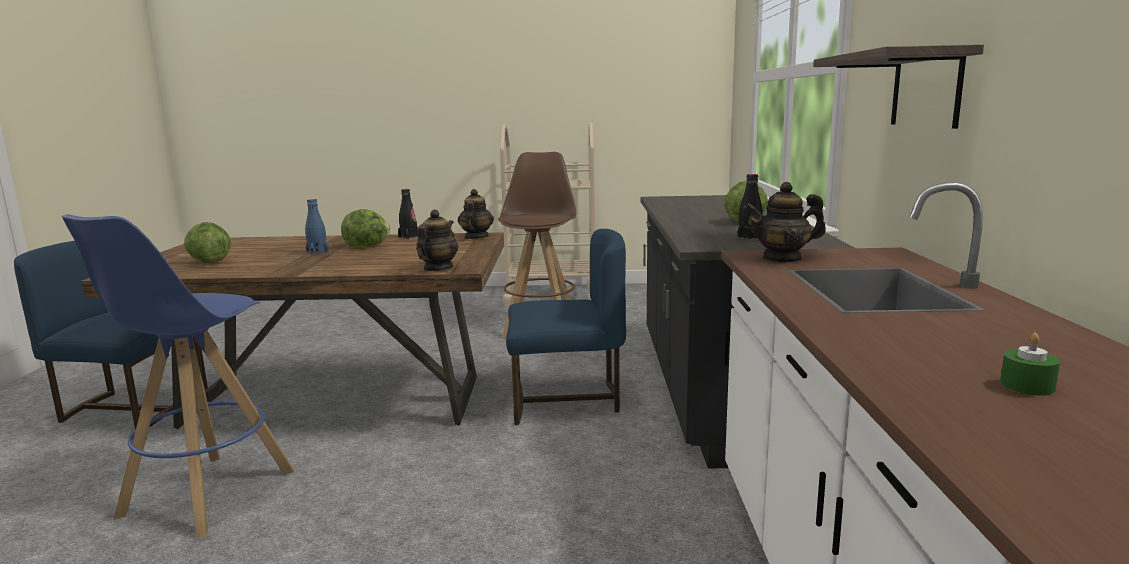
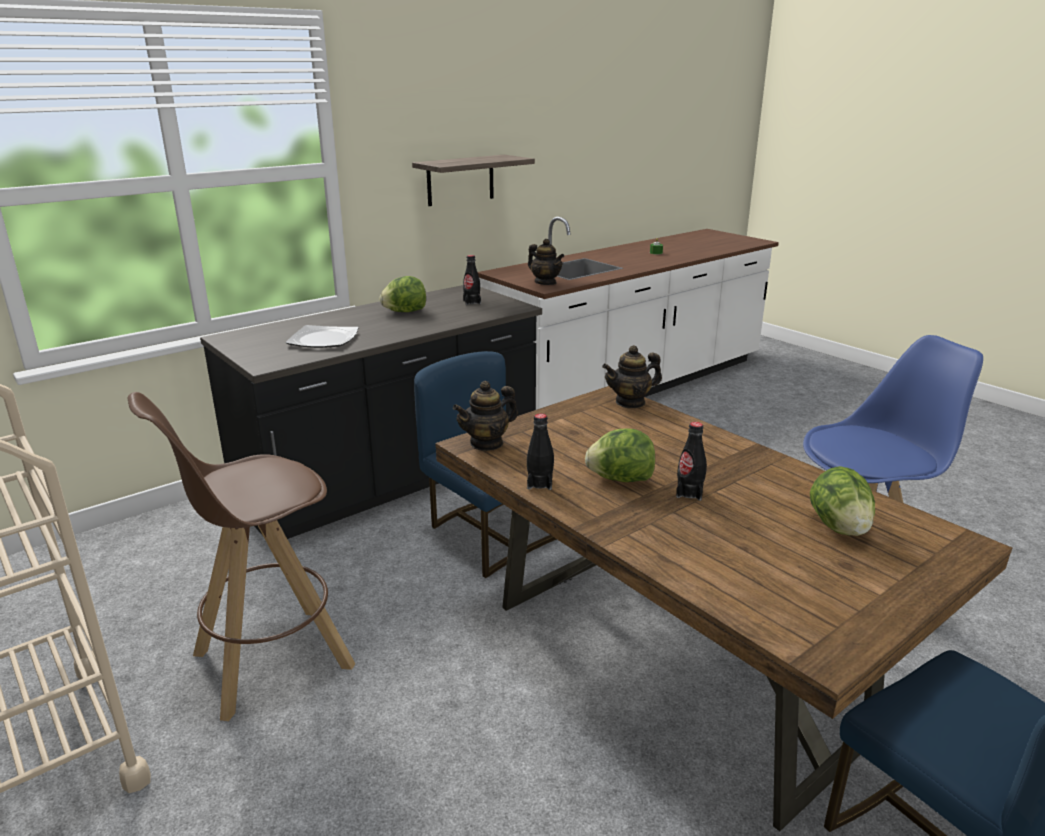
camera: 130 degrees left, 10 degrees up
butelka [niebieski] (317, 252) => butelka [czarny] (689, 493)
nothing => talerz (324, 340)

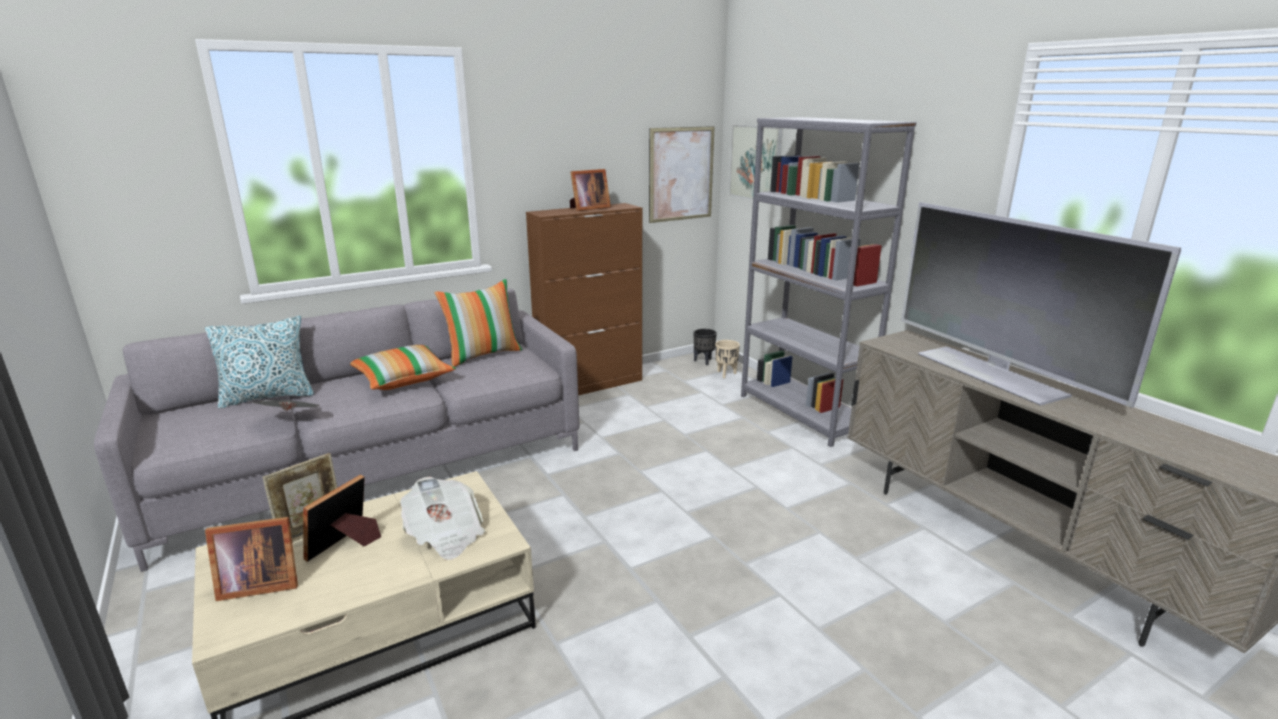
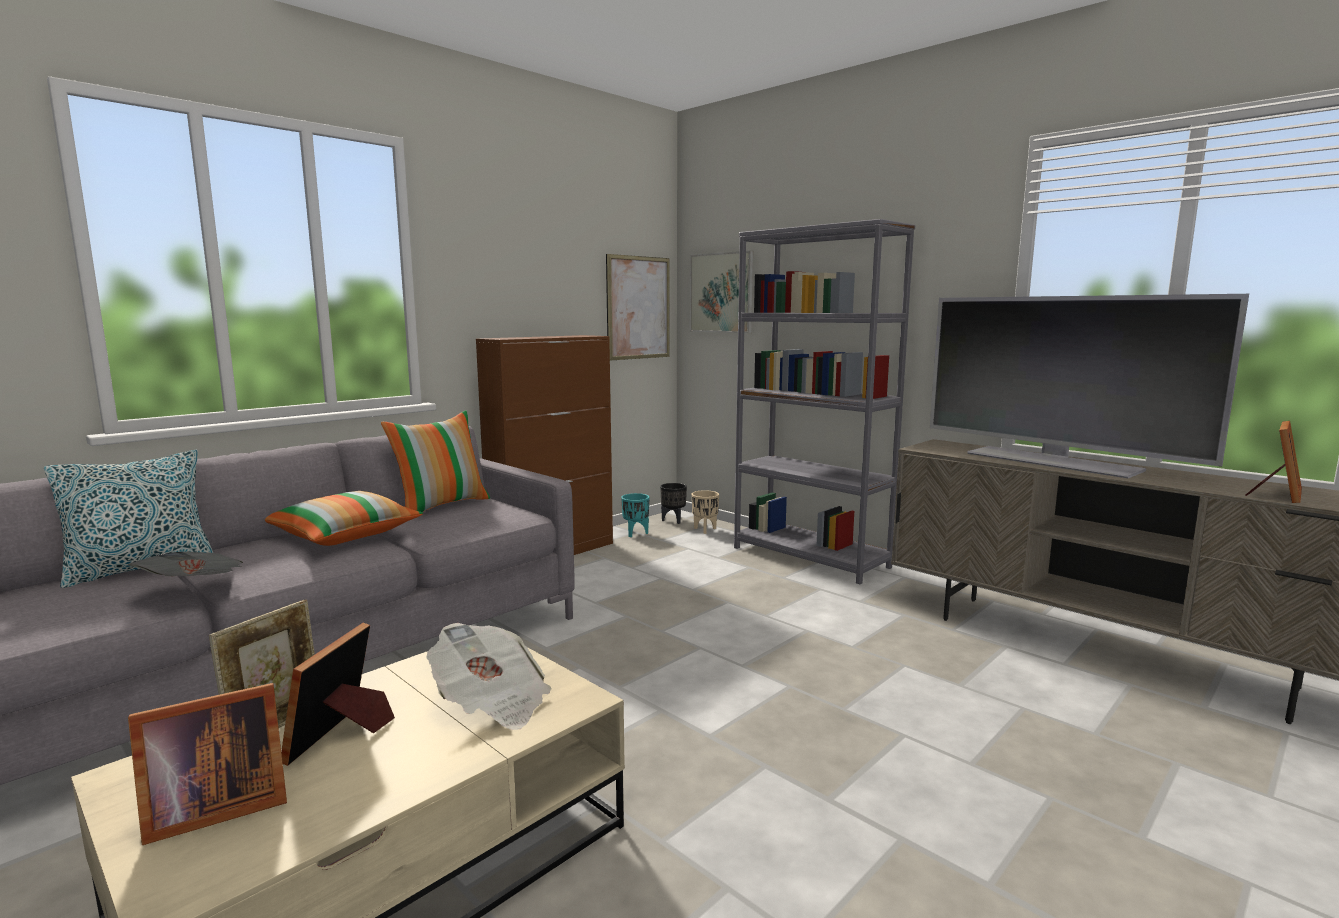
camera: 15 degrees left, 10 degrees down
ramka na zdjęcie (588, 208) => ramka na zdjęcie (1276, 494), moved
nothing => donica [turkusowy] (636, 533)

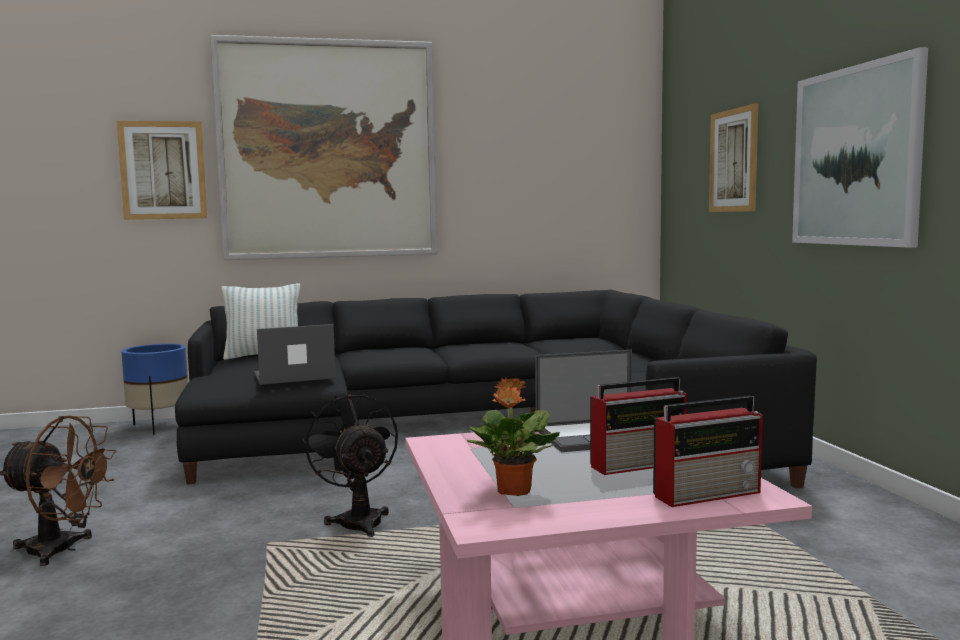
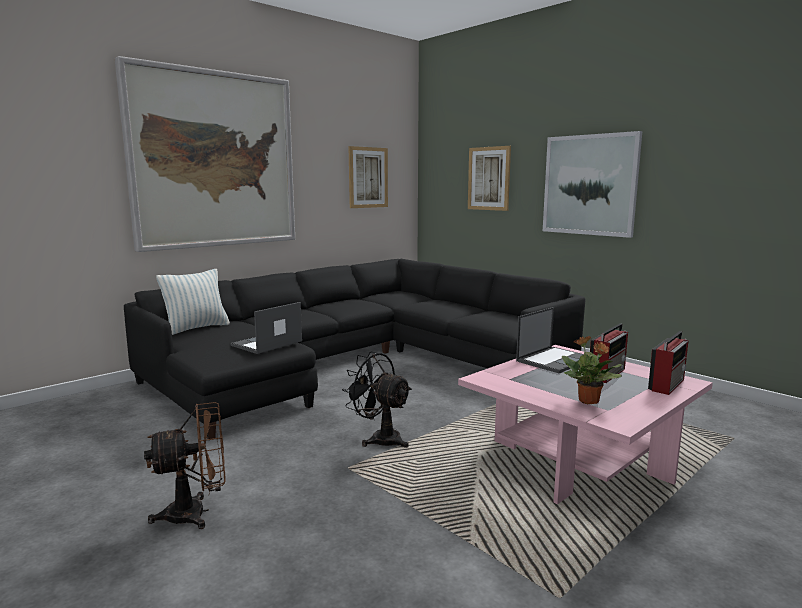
camera: 30 degrees left, 5 degrees up
obraz (163, 170) => obraz (368, 177), moved
donica [niebieski] (159, 427) => nothing

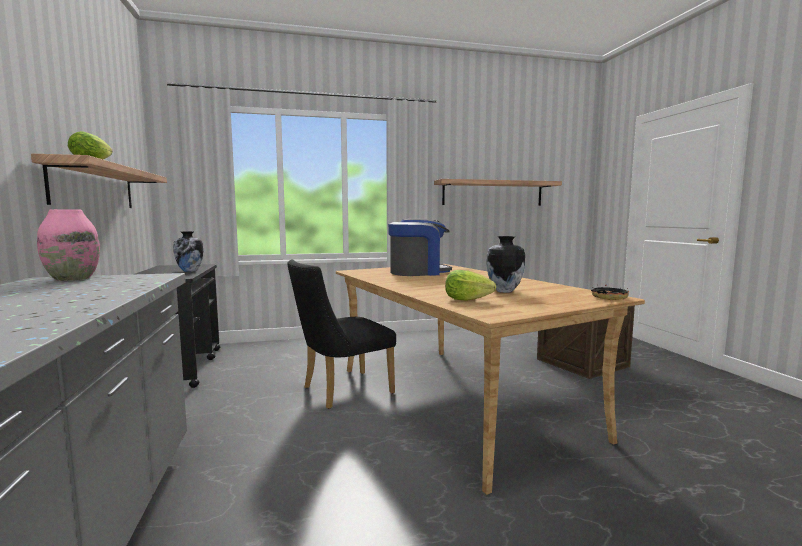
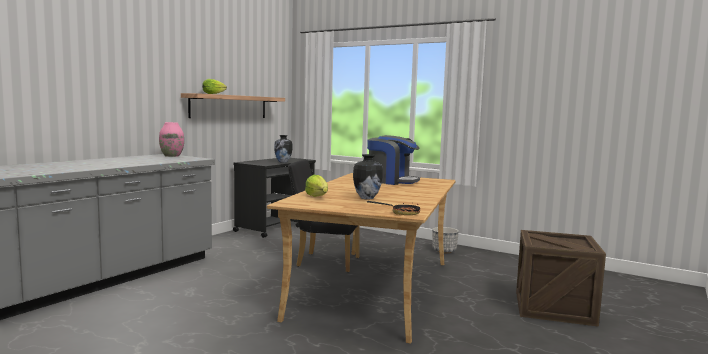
camera: 45 degrees right, 0 degrees up
półka (492, 193) => nothing
nothing => donica (444, 251)

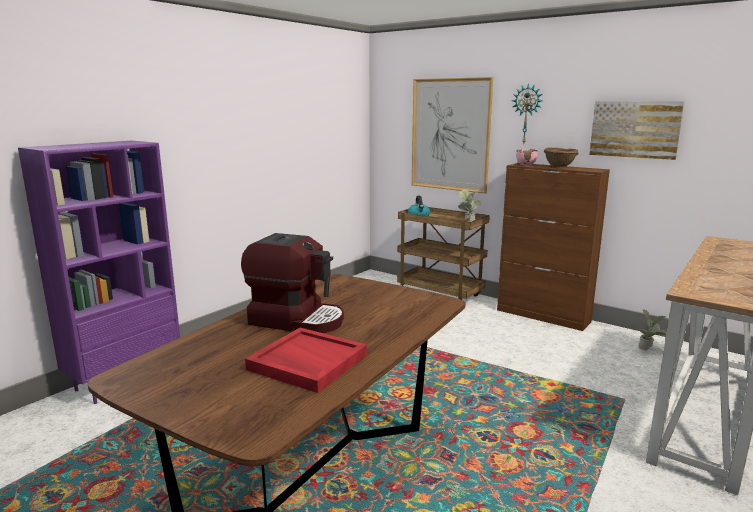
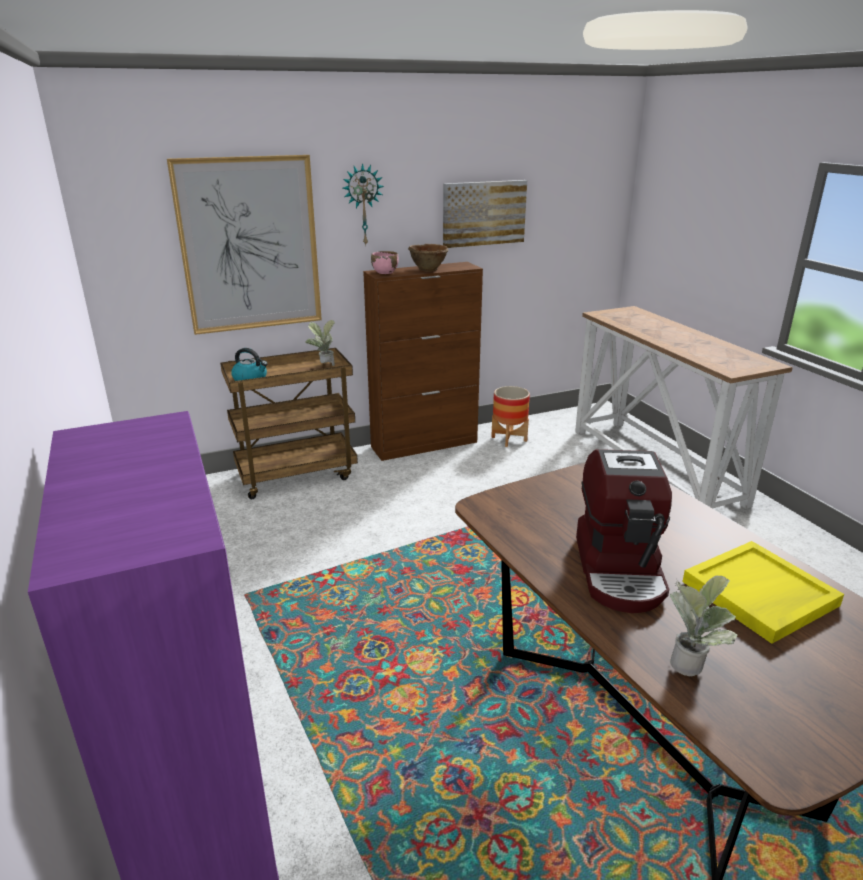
camera: 60 degrees left, 10 degrees up
ekspres do kawy (297, 319) => ekspres do kawy (620, 570), 135 degrees clockwise
roślina doniczkowa (648, 349) => roślina doniczkowa (692, 662), moved
taca [czerwony] (306, 362) => taca [żółty] (759, 594)
nothing => donica (509, 439)

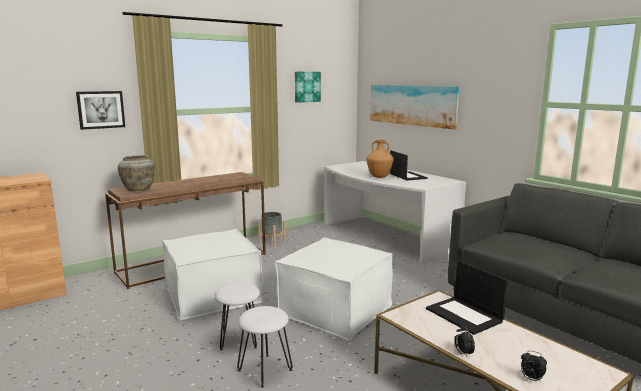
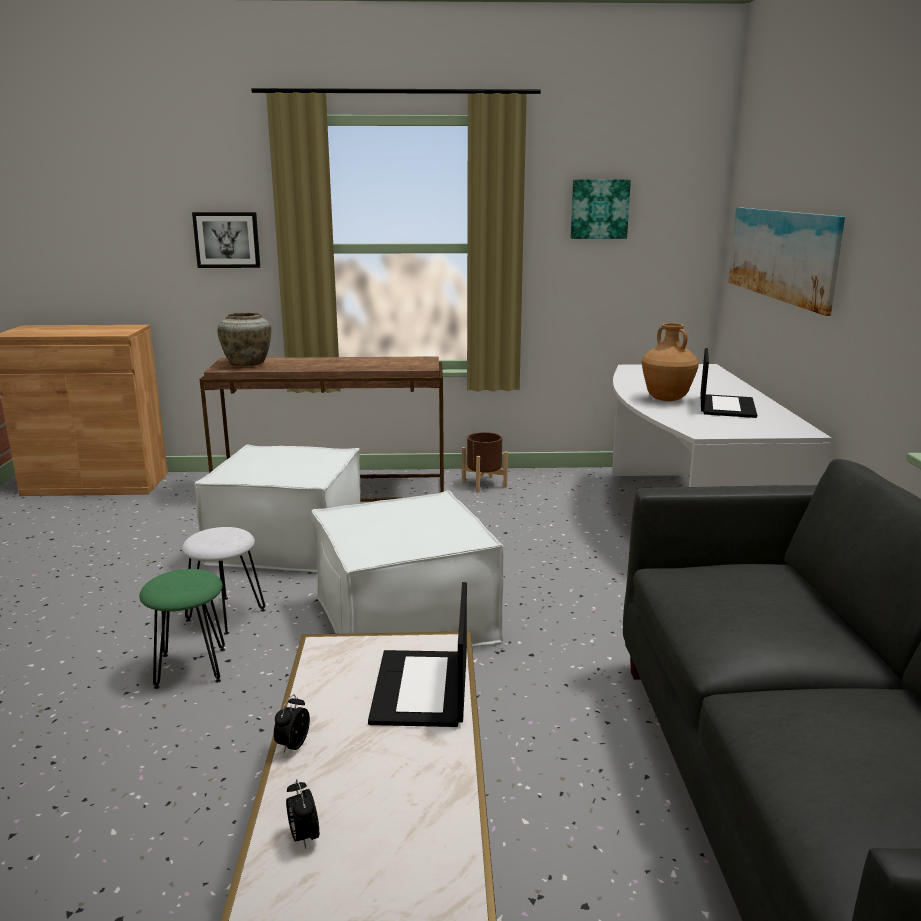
camera: 35 degrees right, 5 degrees up
donica [szary] (272, 241) => donica [brązowy] (484, 484)
stołek [biały] (264, 370) => stołek [zielony] (191, 667)

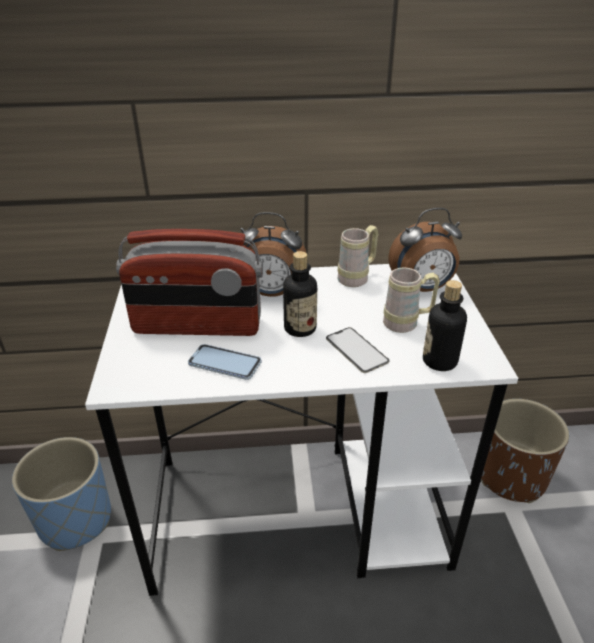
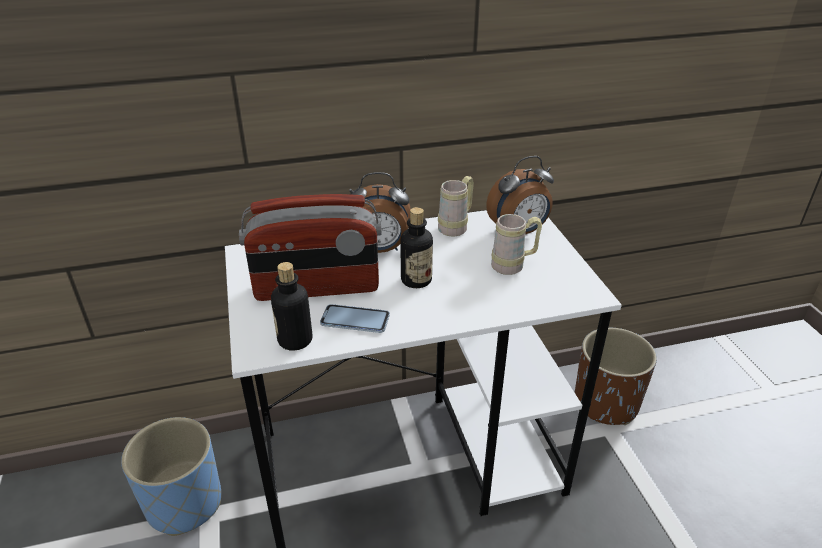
camera: 10 degrees left, 0 degrees up
butelka (439, 361) => butelka (295, 340), moved
telefon (356, 350) => nothing

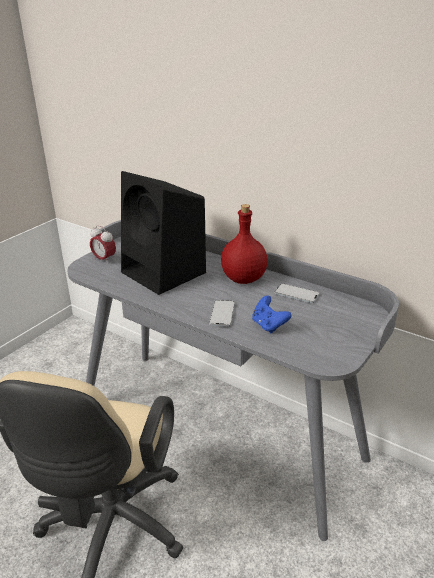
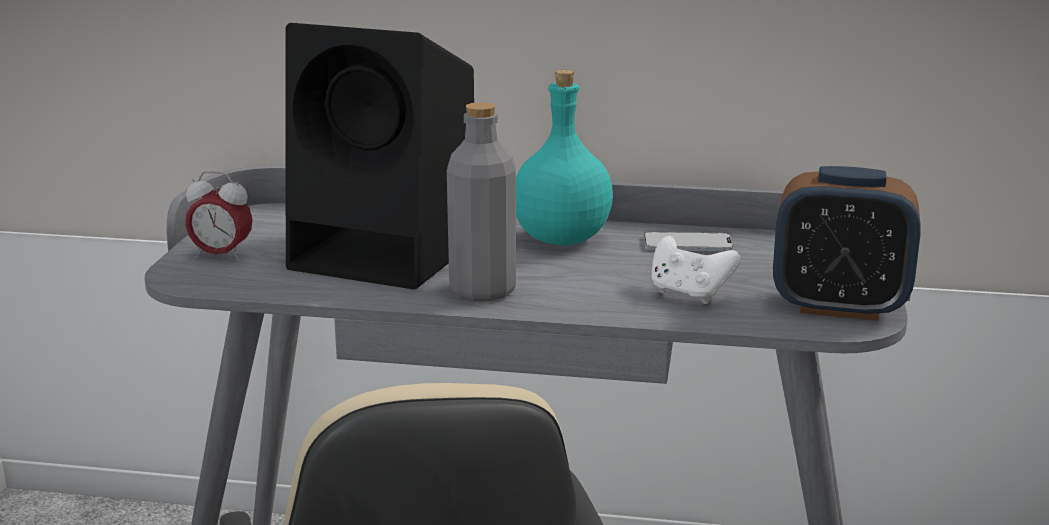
camera: 25 degrees left, 10 degrees down
butelka [czerwony] (243, 279) => butelka [turkusowy] (563, 240)
pad do gier [niebieski] (268, 325) => pad do gier [biały] (689, 294)
telefon (222, 314) => nothing
nothing => butelka [szary] (482, 290)
nothing => budzik (839, 307)

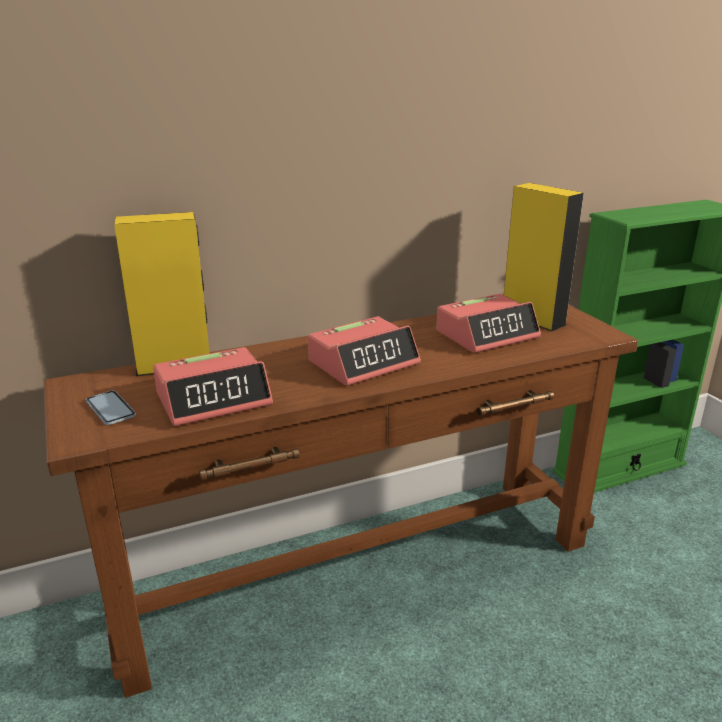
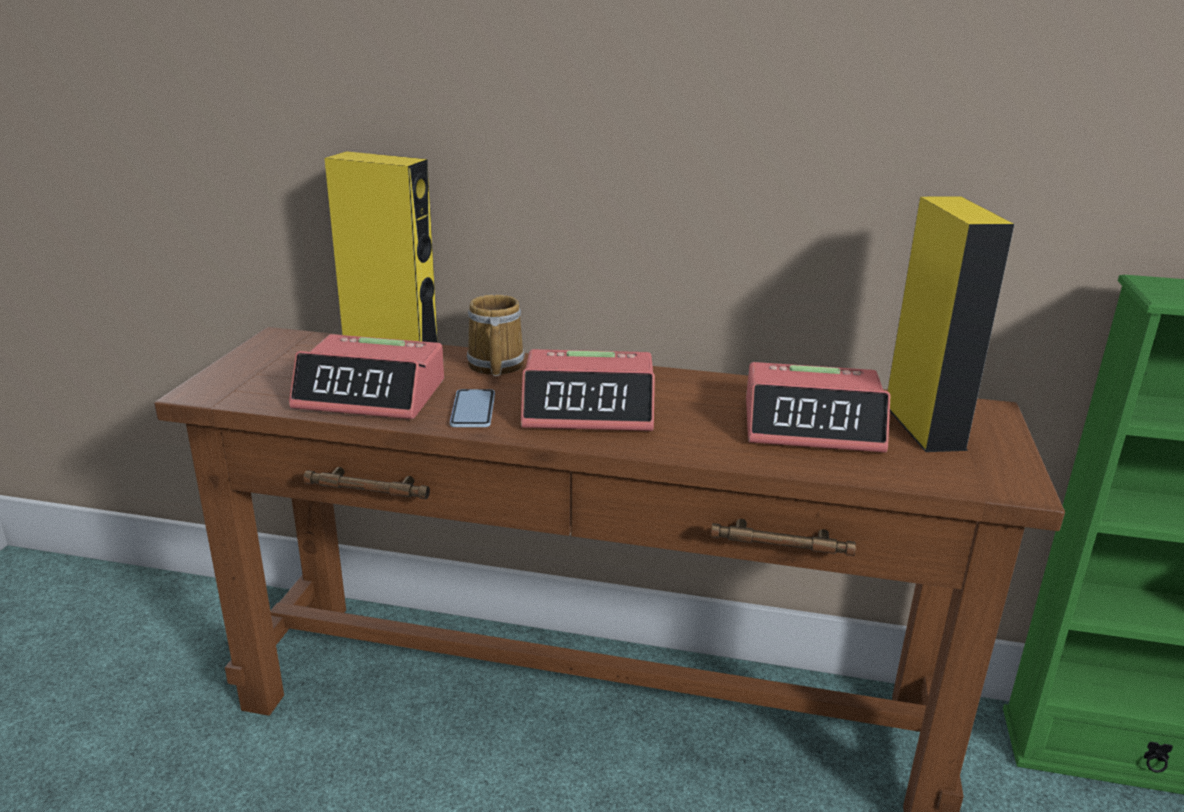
camera: 35 degrees right, 0 degrees up
telefon (110, 409) => telefon (473, 410), moved
nothing => kubek (494, 366)

